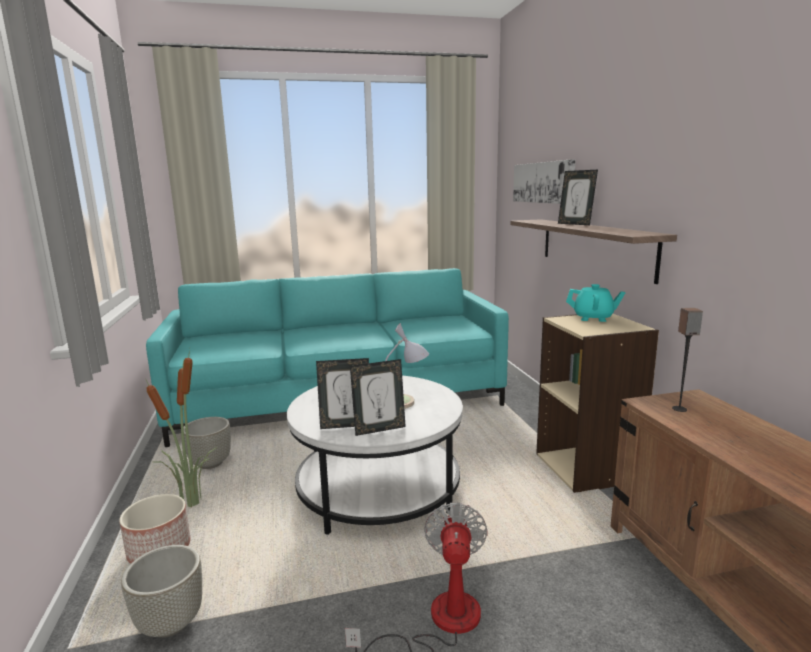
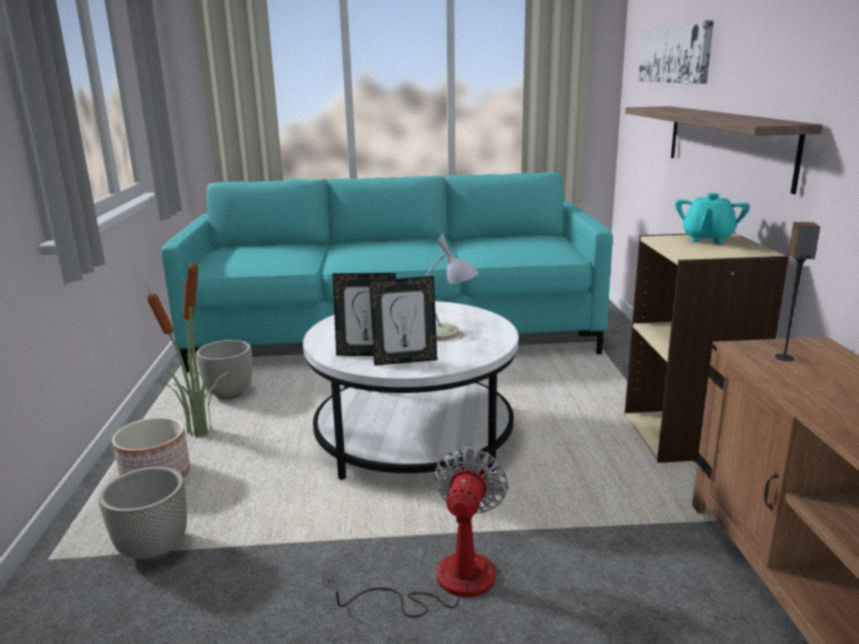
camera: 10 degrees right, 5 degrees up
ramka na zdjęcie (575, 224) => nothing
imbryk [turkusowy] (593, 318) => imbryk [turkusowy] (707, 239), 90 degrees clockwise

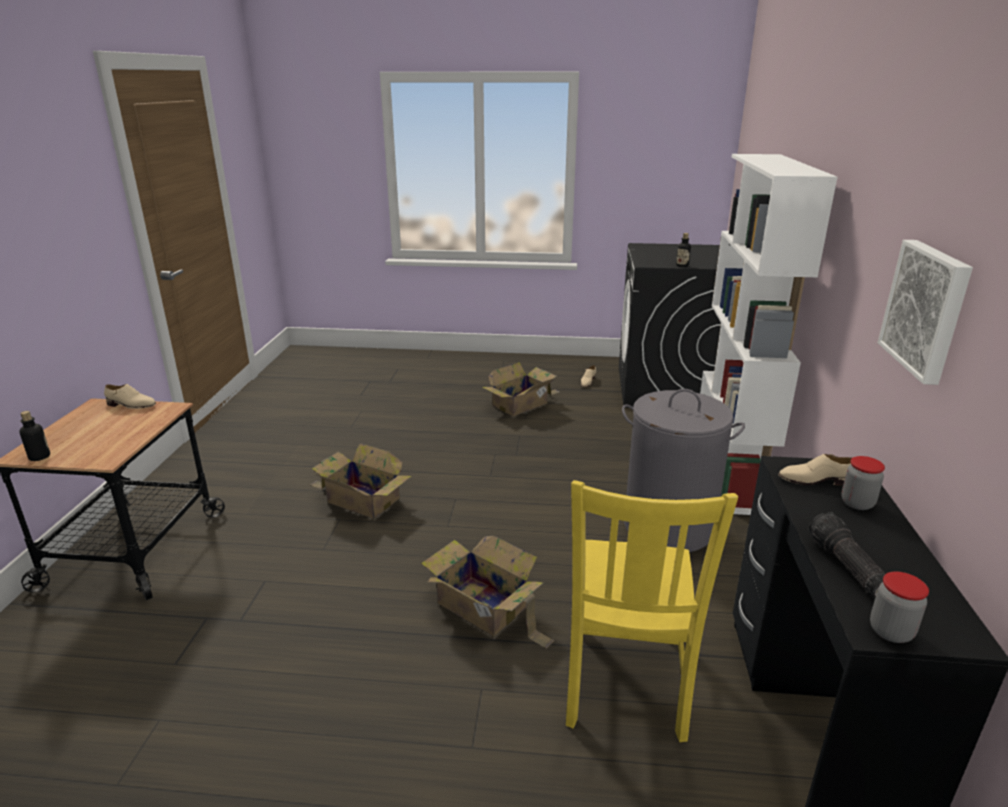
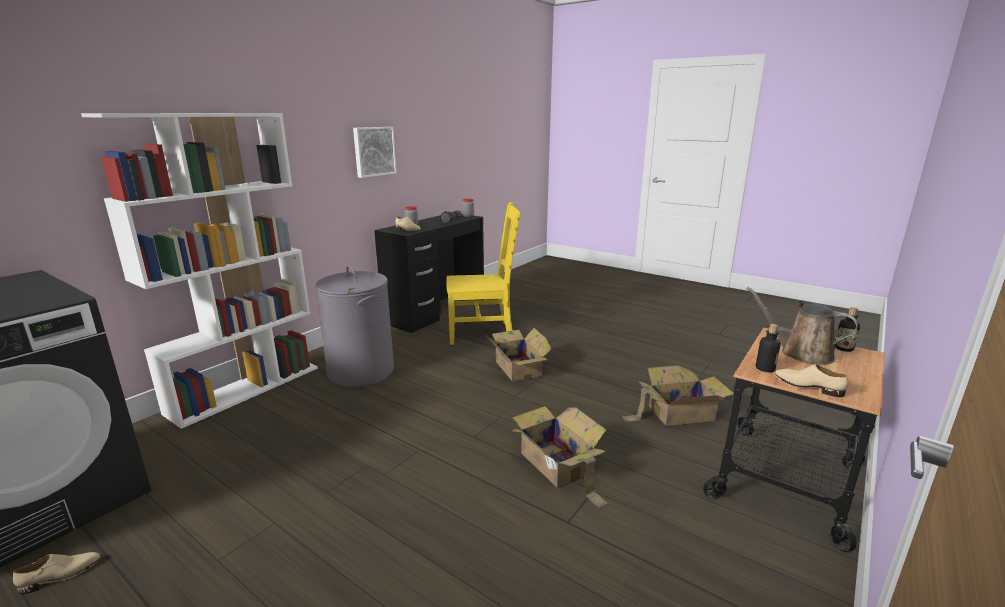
camera: 150 degrees left, 5 degrees down
butelka (682, 266) => butelka (765, 368), moved
karton (522, 404) => karton (678, 413), moved
krzesło [żółty] (625, 682) => krzesło [żółty] (483, 332), 45 degrees clockwise
nothing => konewka [brązowy] (800, 353)

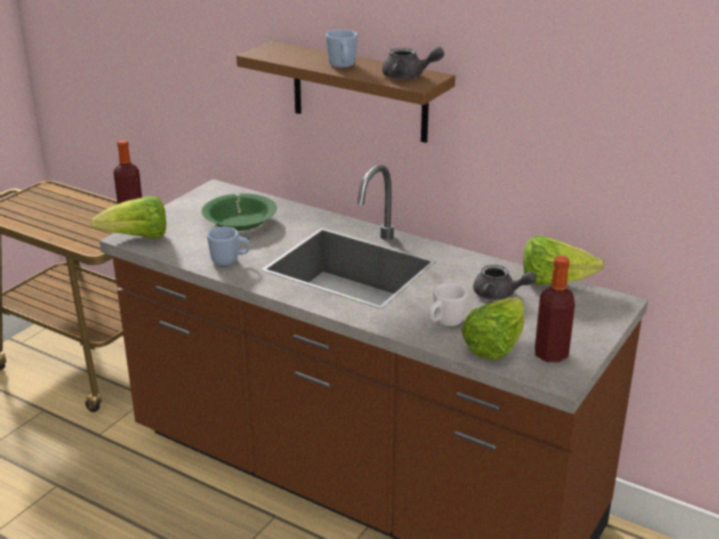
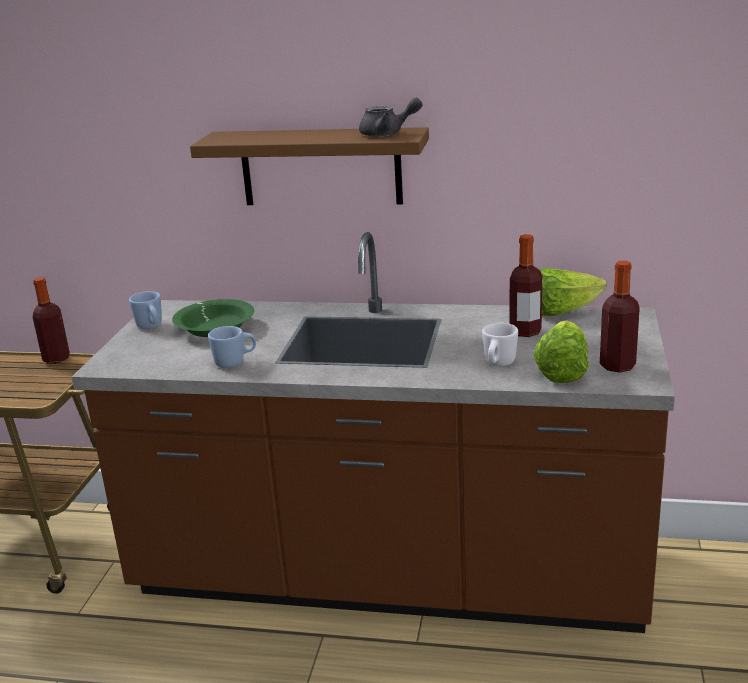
camera: 20 degrees left, 5 degrees down
kubek [niebieski] (342, 66) => kubek [niebieski] (151, 327), moved
sałata (137, 238) => nothing
imbryk [szary] (499, 295) => butelka (525, 332)

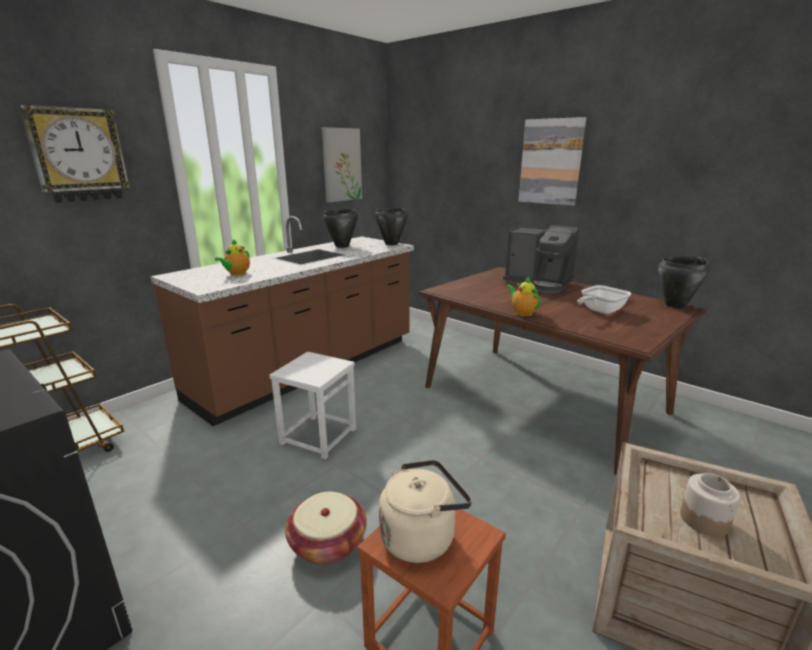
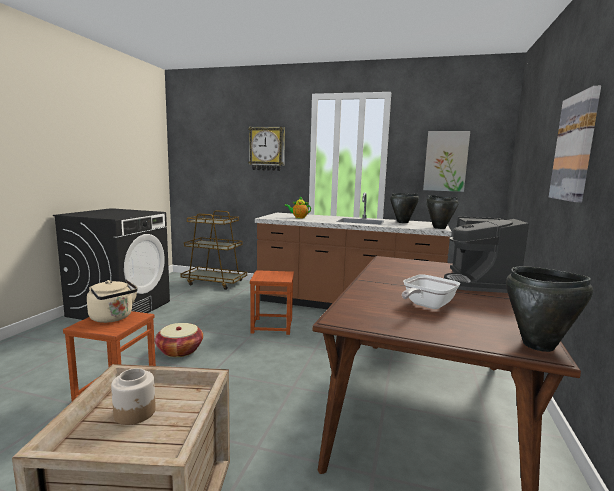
camera: 65 degrees right, 10 degrees down
imbryk (523, 312) => nothing
patelnia (599, 311) => patelnia (426, 306), 75 degrees counterclockwise
stołek [biały] (318, 436) => stołek [brązowy] (272, 326)

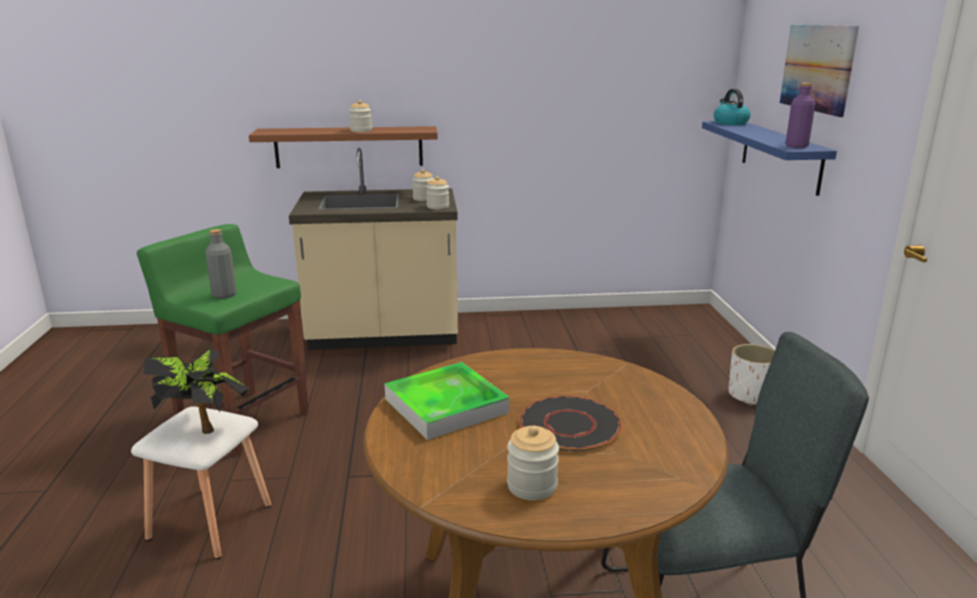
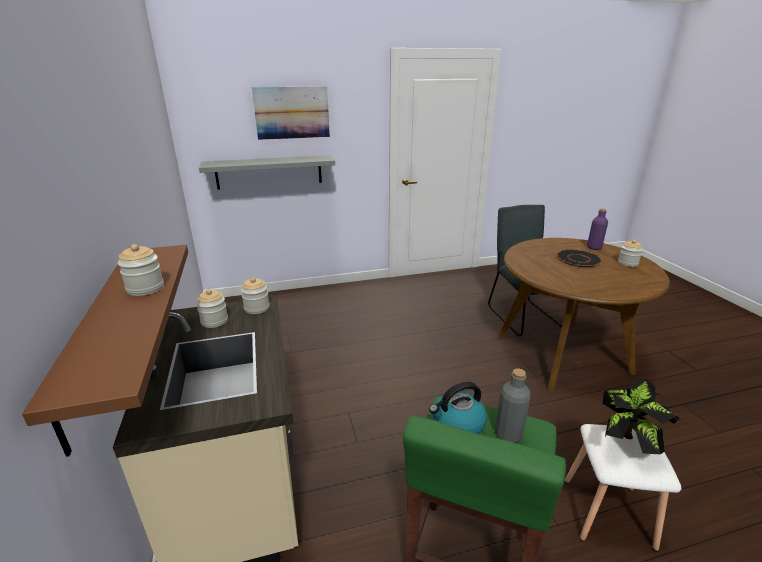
camera: 100 degrees left, 5 degrees up
butelka [fioletowy] (796, 146) => butelka [fioletowy] (594, 247), moved
czajnik (730, 123) => czajnik (457, 424), moved
półka [niebieski] (780, 155) => półka [szary] (269, 172)
donica [biały] (750, 395) => nothing
taca (446, 406) => nothing

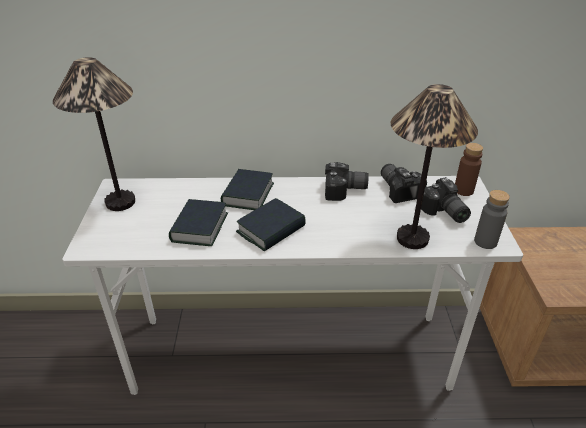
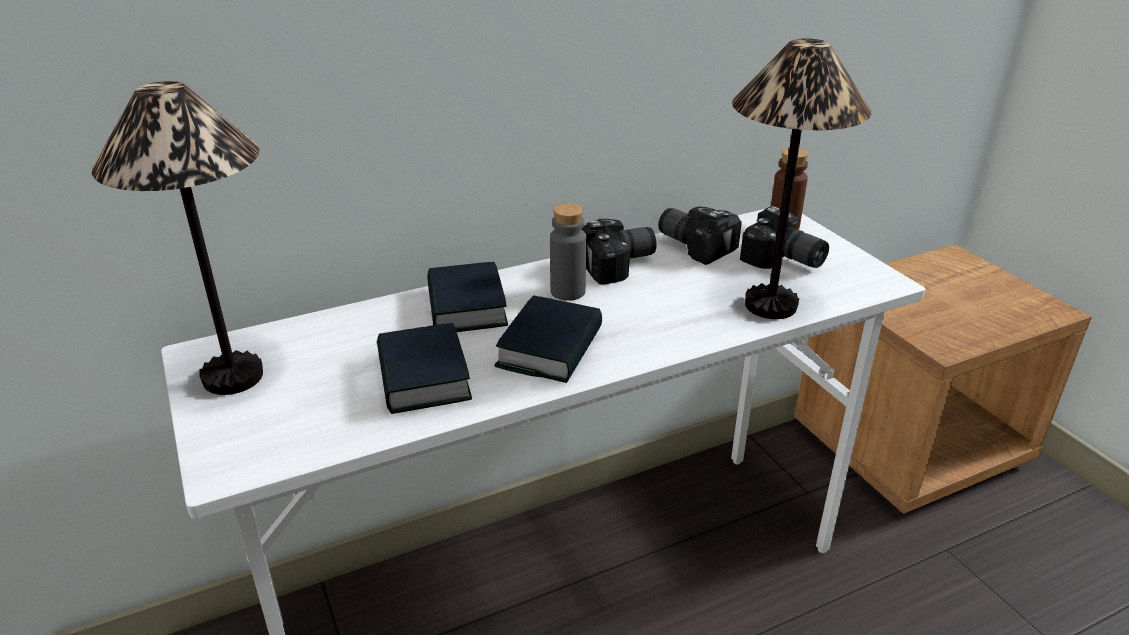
camera: 25 degrees left, 5 degrees down
butelka [szary] (485, 242) => butelka [szary] (567, 291), moved

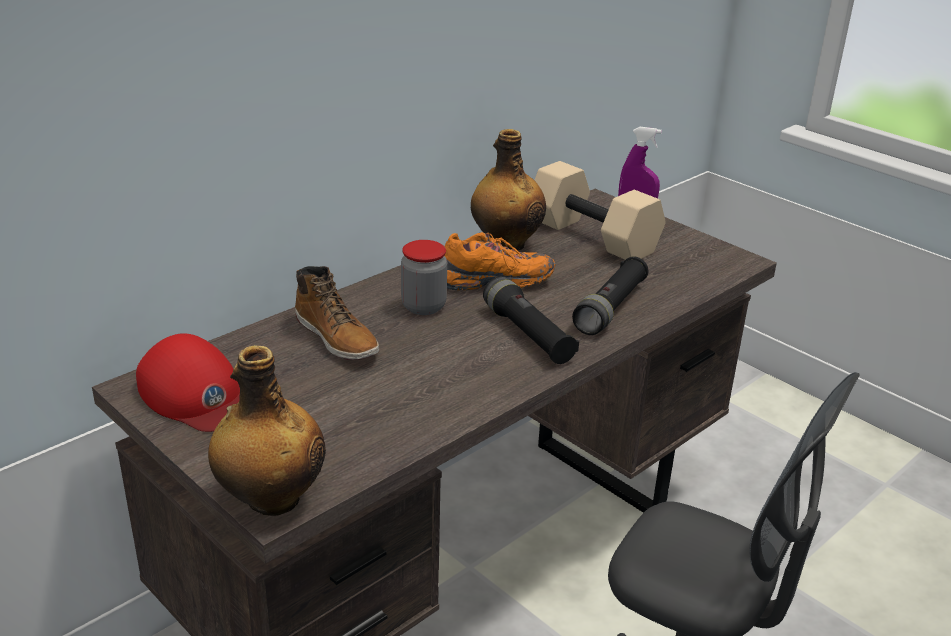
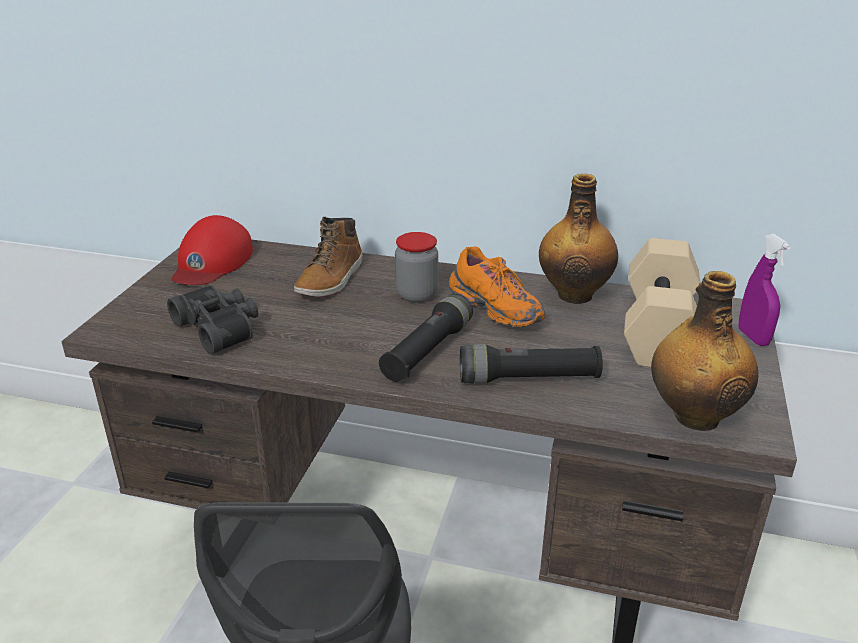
camera: 60 degrees right, 0 degrees up
butelka (271, 499) => butelka (694, 415), moved
nothing => lornetka [czarny] (220, 328)

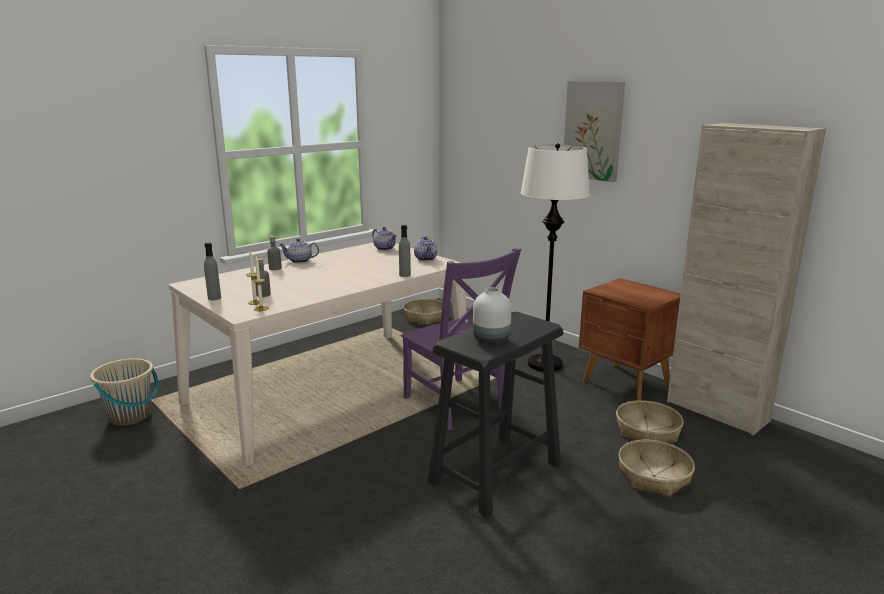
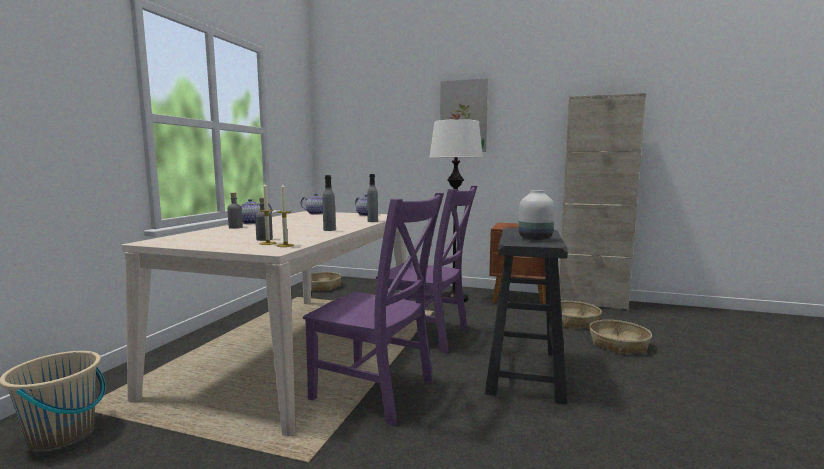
camera: 30 degrees left, 10 degrees down
butelka [szary] (214, 298) => butelka [szary] (329, 230), moved
nothing => krzesło [fioletowy] (377, 392)

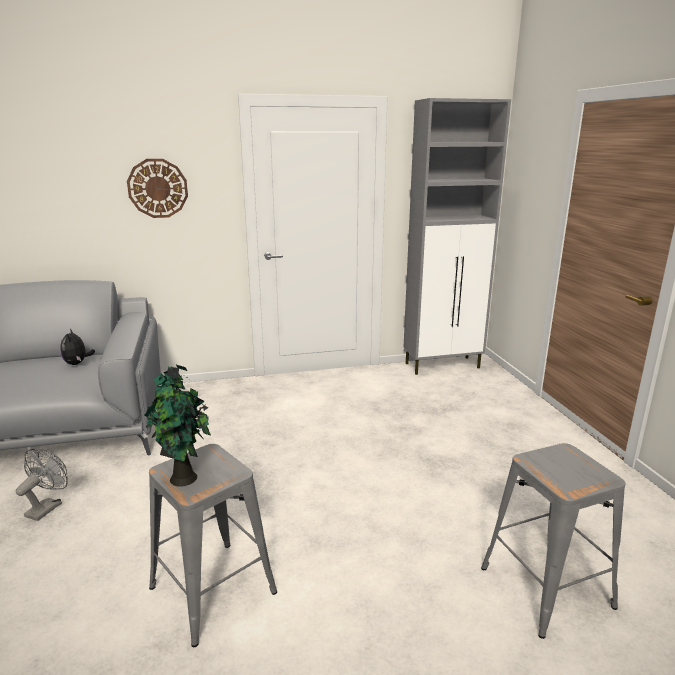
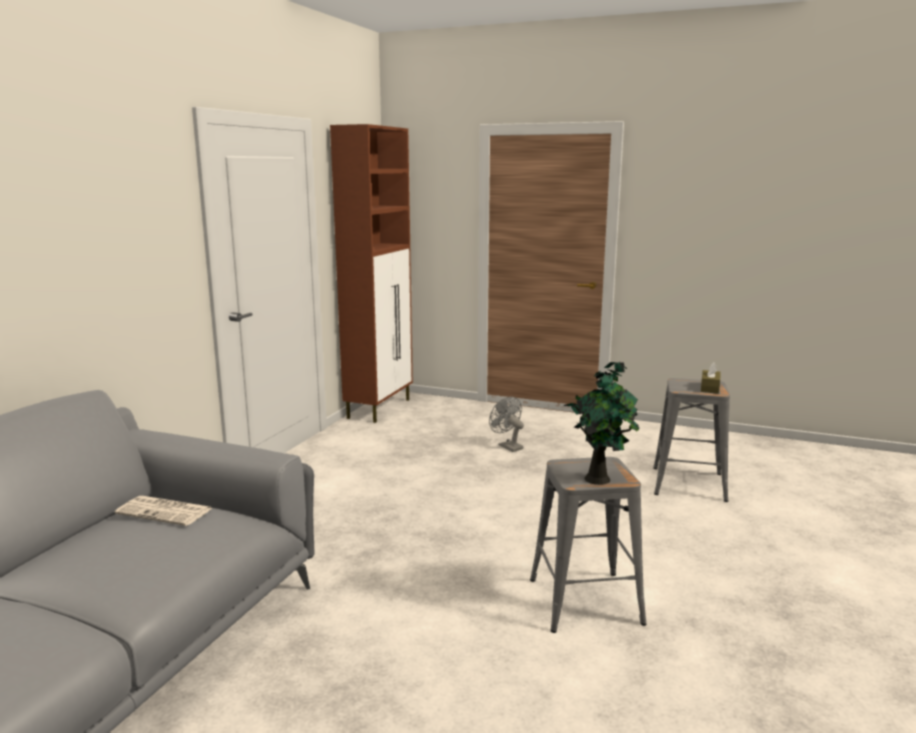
camera: 55 degrees left, 5 degrees down
szafka [szary] (443, 365) => szafka [brązowy] (380, 408)
zegar ścienny (158, 188) => nothing
pluszak (77, 363) => gazeta (166, 511)
wentylator [szary] (48, 507) => wentylator [szary] (507, 446), moved
nothing => pudełko chusteczek [brązowy] (710, 388)

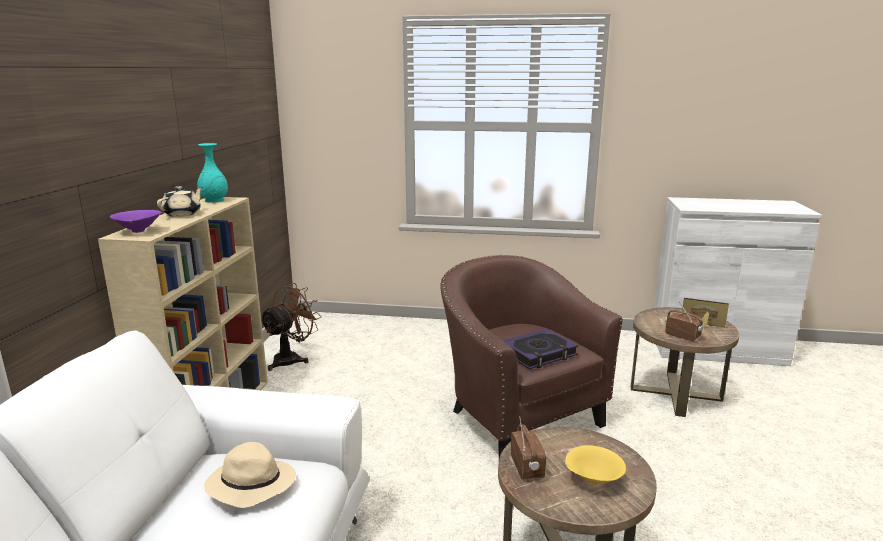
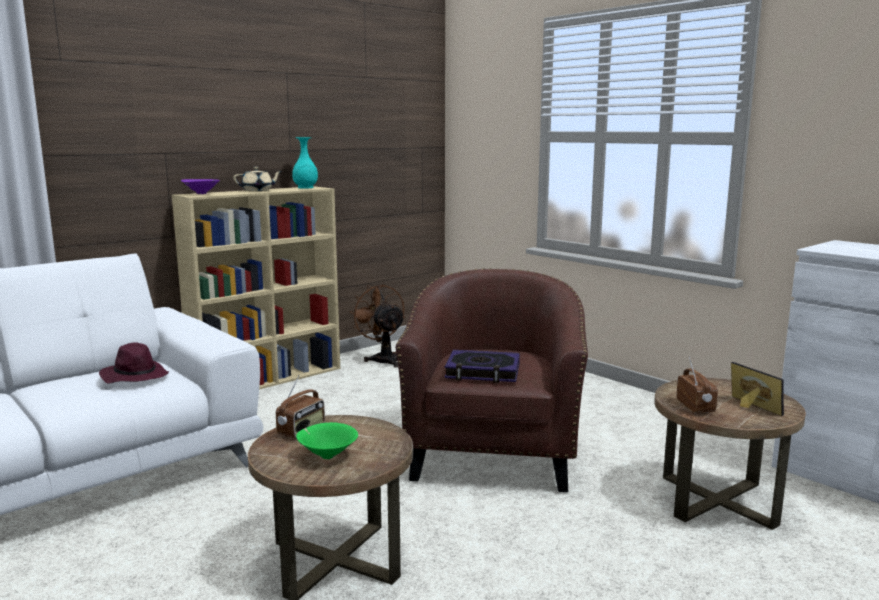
camera: 40 degrees right, 5 degrees down
wentylator [brązowy] (291, 359) => wentylator [brązowy] (383, 359), 105 degrees counterclockwise
kapelusz [beżowy] (250, 485) => kapelusz [fioletowy] (134, 377)
miska [żółty] (592, 480) => miska [zielony] (326, 455)

